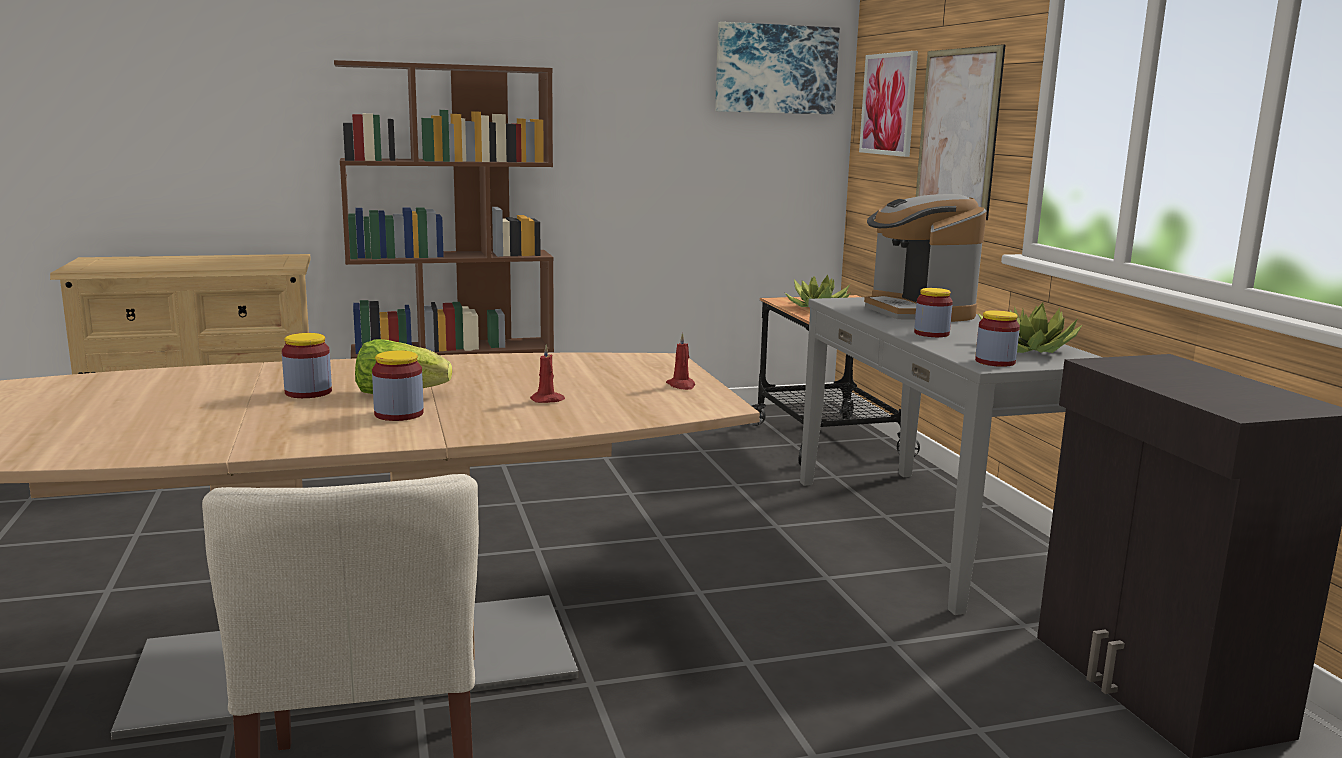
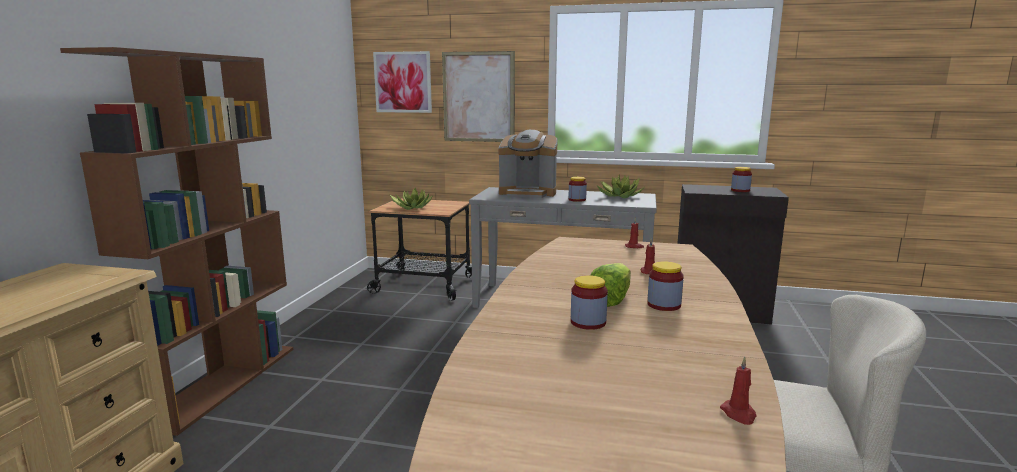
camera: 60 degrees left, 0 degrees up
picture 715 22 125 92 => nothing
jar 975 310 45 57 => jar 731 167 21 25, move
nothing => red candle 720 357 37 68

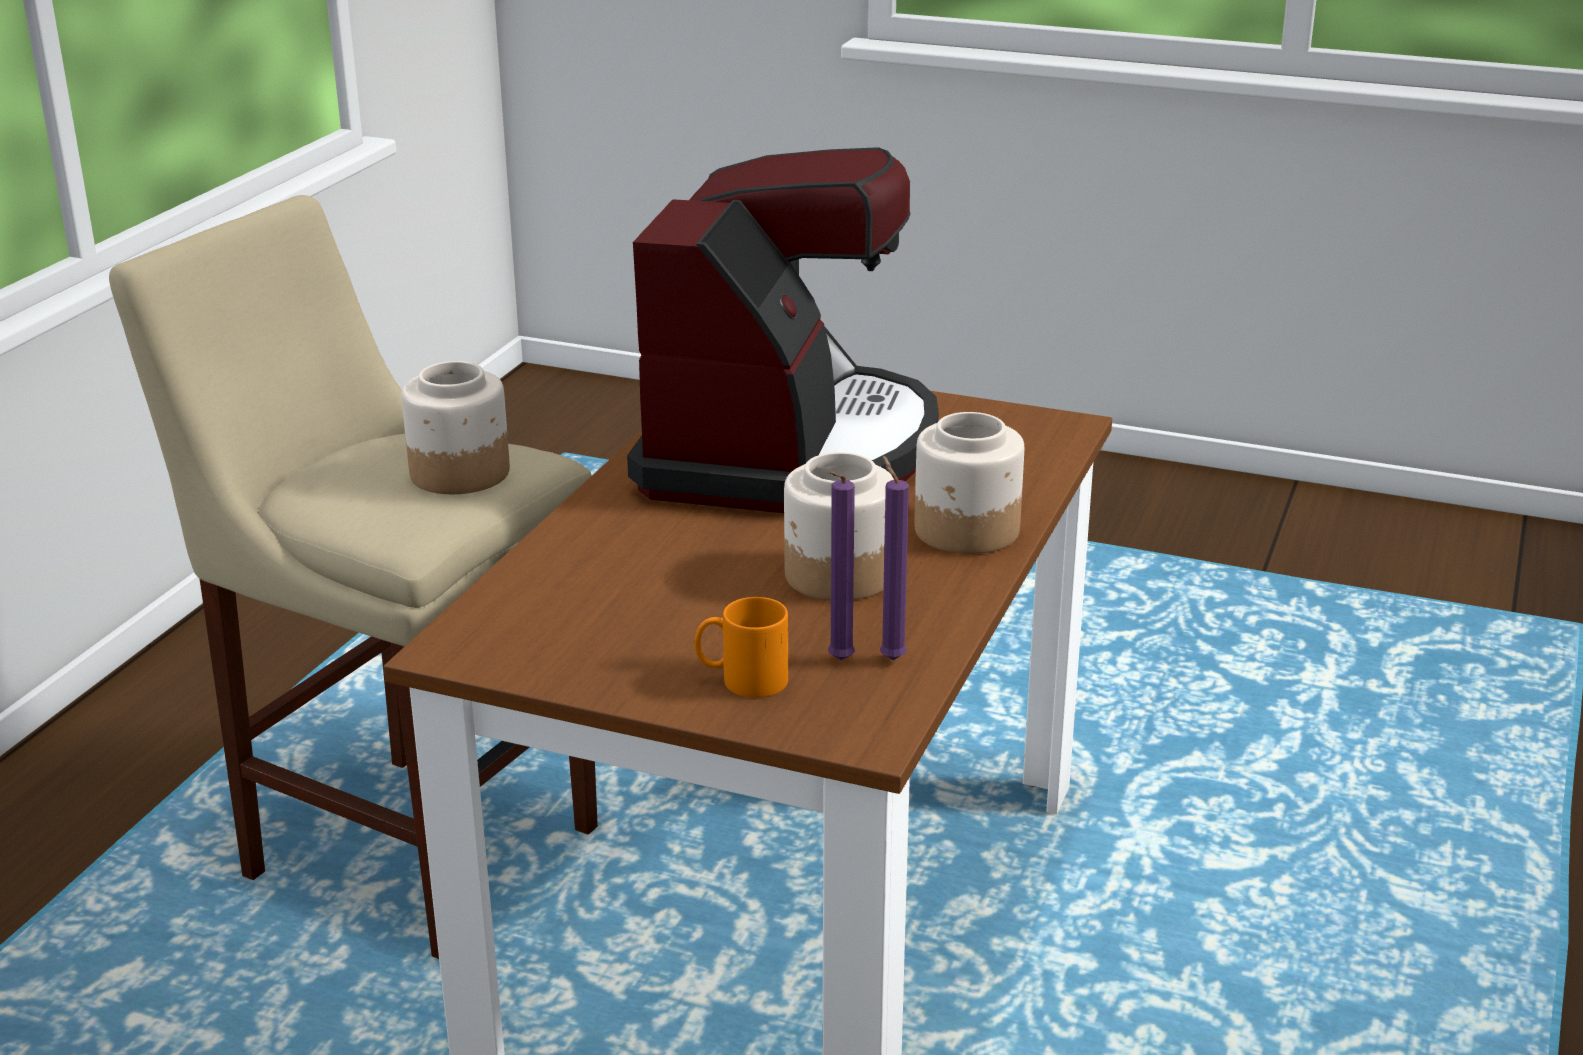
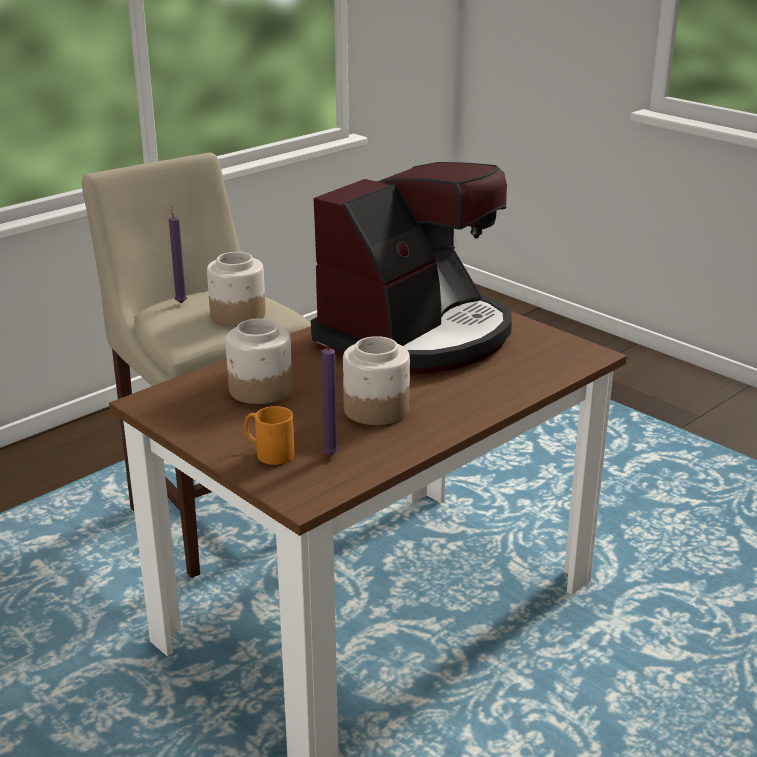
camera: 25 degrees right, 0 degrees up
purple candle 880 455 29 205 => purple candle 169 206 18 97, move
jar 914 412 110 142 => jar 225 319 67 85, move

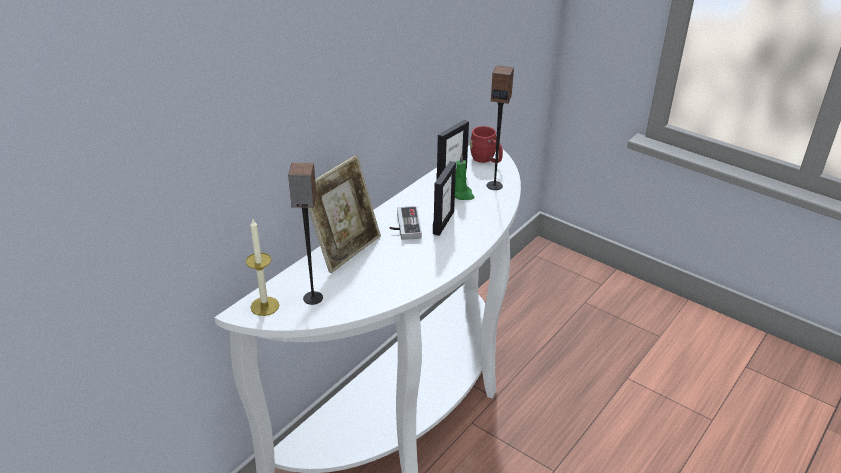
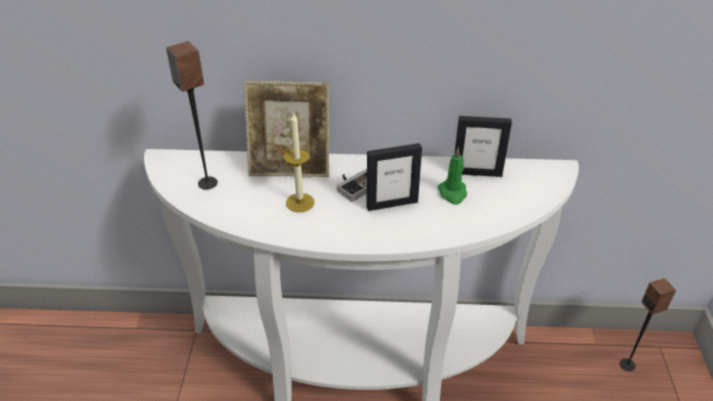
camera: 55 degrees right, 5 degrees up
candle 246 218 33 98 => candle 284 112 31 100, move
red mug 469 126 34 37 => nothing
speaker 487 65 27 125 => speaker 620 278 56 93, move

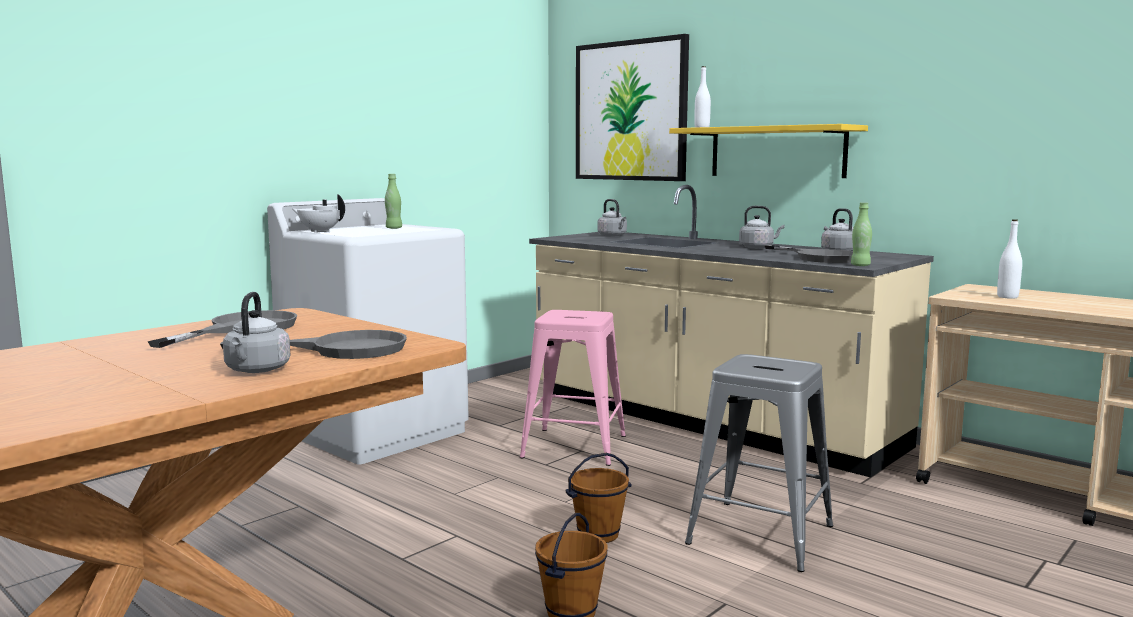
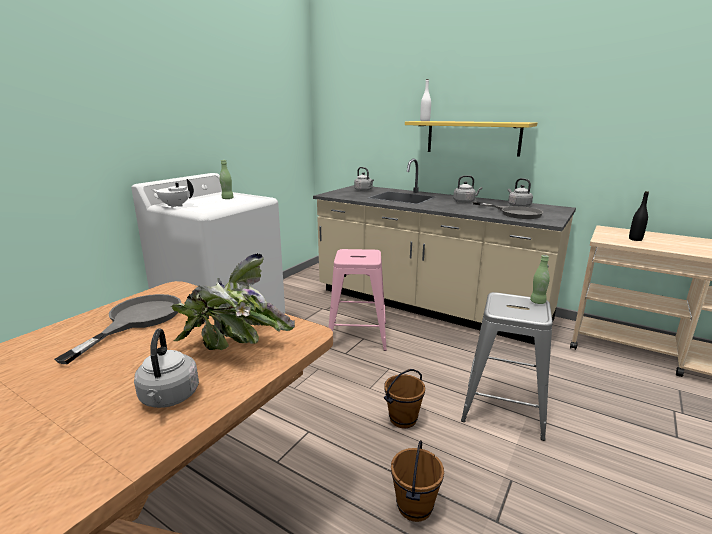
camera: 10 degrees left, 10 degrees up
grey frying pan 220 330 187 29 => potted plant 171 253 124 97
picture 576 34 113 147 => nothing
green bottle 851 202 21 64 => green bottle 530 255 20 49, move
white bottle 997 219 25 80 => black bottle 629 191 20 50

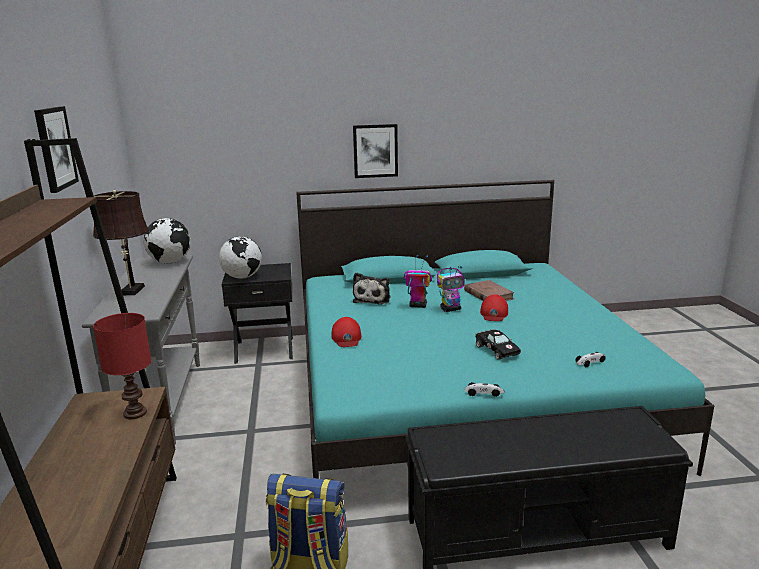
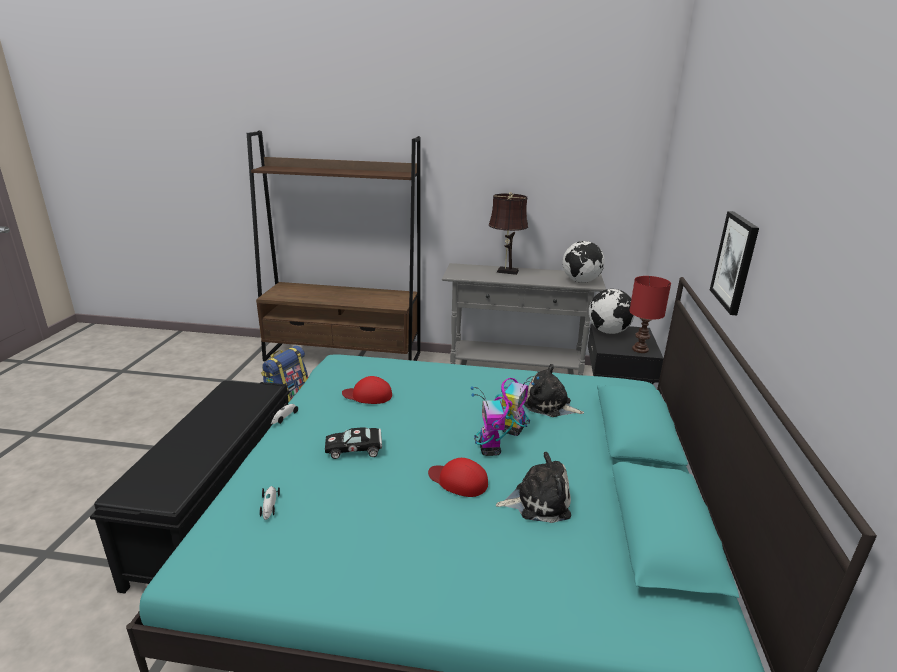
camera: 105 degrees right, 5 degrees up
picture 34 106 45 87 => nothing
red table lamp 93 313 58 106 => red table lamp 629 276 42 77, move
red cap 331 317 31 30 => red cap 342 376 50 28, move
brown book 464 280 50 21 => plush toy 496 452 75 71

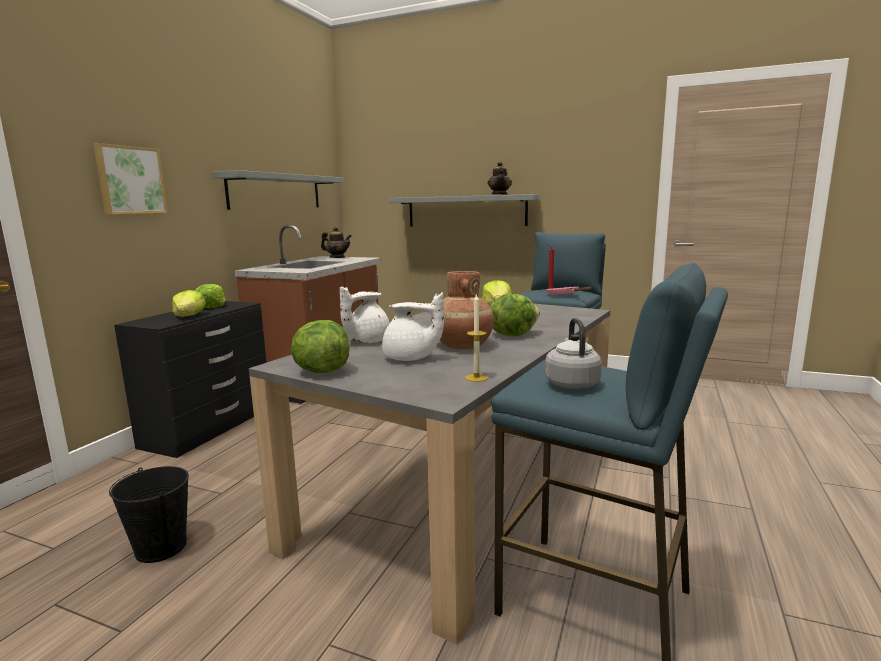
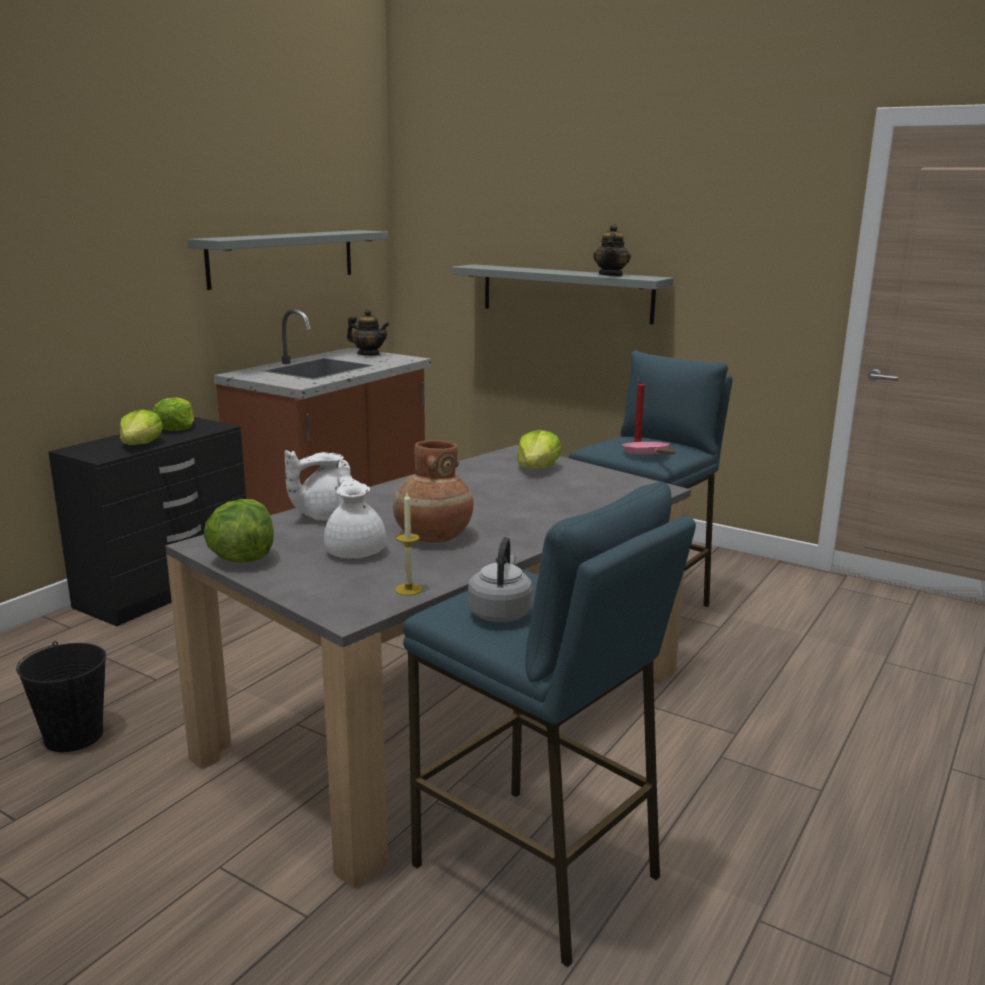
camera: 10 degrees right, 5 degrees up
picture 93 143 75 72 => nothing
white teapot 382 292 62 69 => white teapot 324 460 63 99, 135 degrees counterclockwise
lettuce 490 294 50 42 => nothing

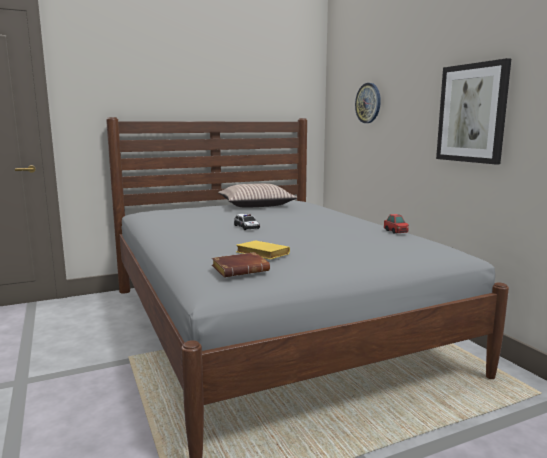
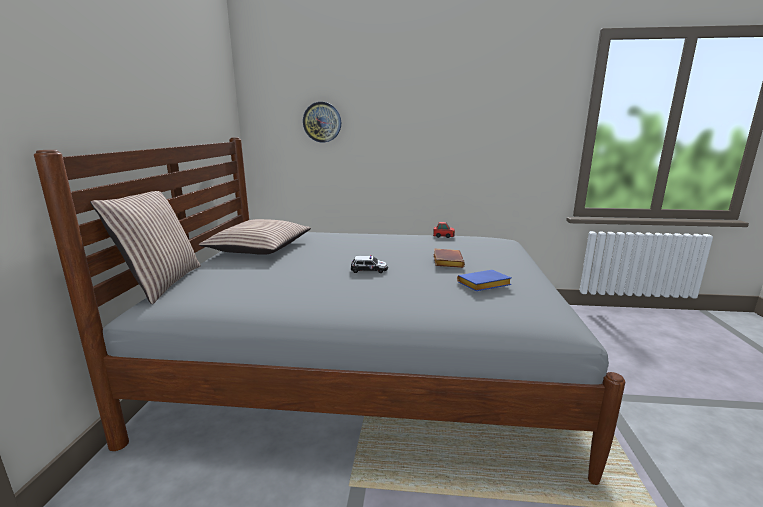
camera: 60 degrees left, 5 degrees up
brown book 212 252 58 25 => brown book 433 248 32 20, move
yellow book 236 240 54 19 => blue book 457 270 54 21
picture 436 58 75 107 => nothing
nothing => pillow 90 191 111 113

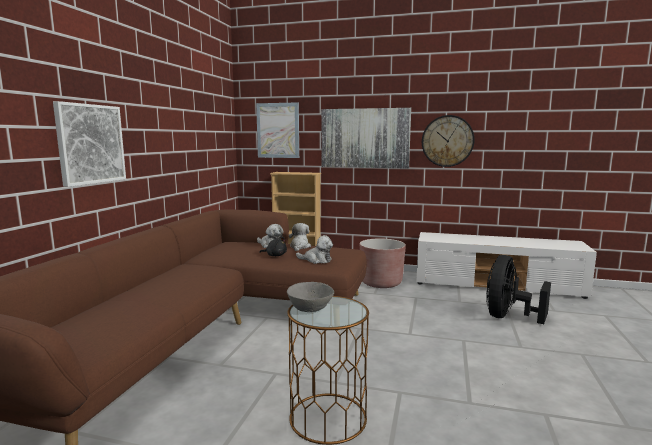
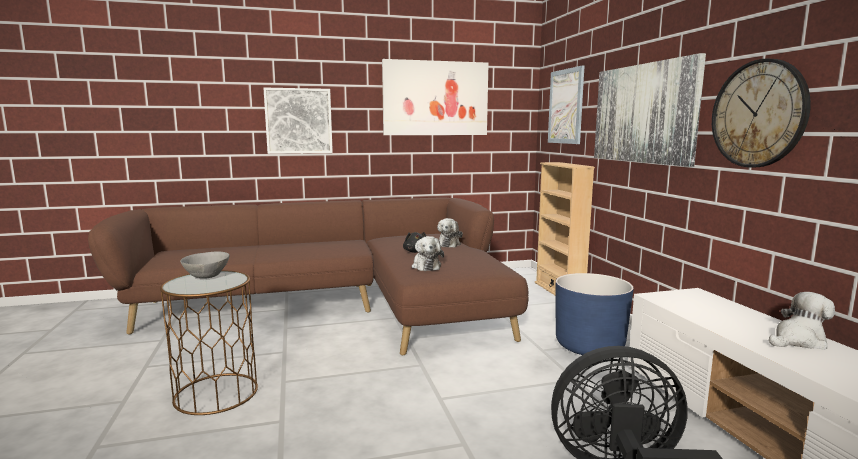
camera: 60 degrees right, 0 degrees up
plush toy 289 223 22 28 => plush toy 769 292 66 58, move
brown planter 360 238 46 50 => blue planter 556 273 78 82
nothing => picture 382 59 107 76

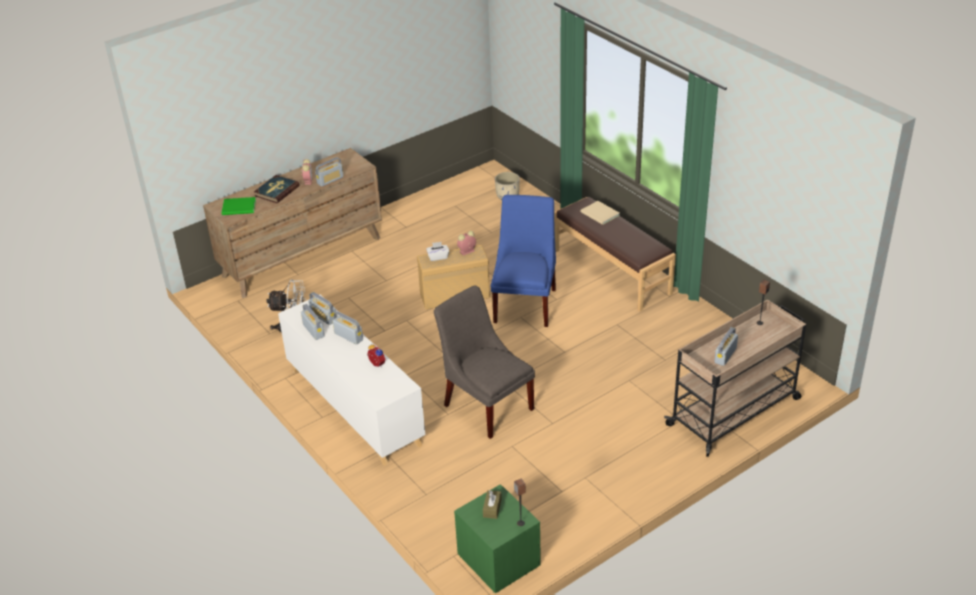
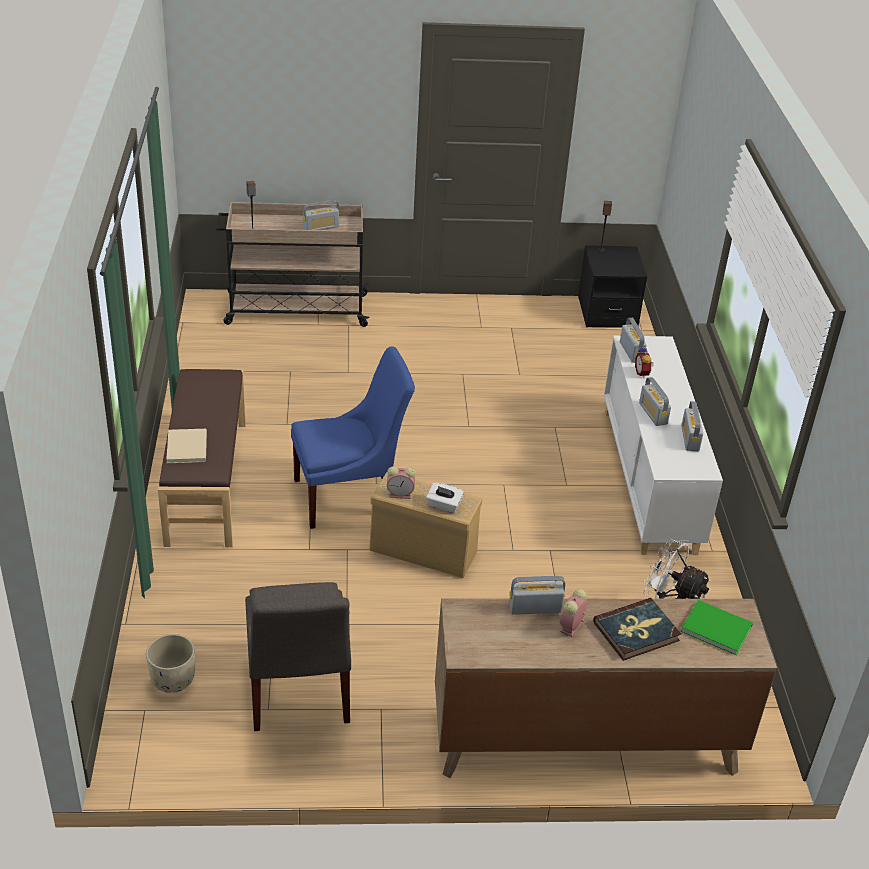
camera: 150 degrees left, 0 degrees up
radio 308 292 28 33 => radio 620 318 27 45, move
grey chair 434 286 101 153 => grey chair 245 582 106 149, move
green nightstand 454 484 87 110 => black nightstand 578 245 69 83
brown tissue box 483 490 19 29 => nothing
blue chair 491 195 65 132 => blue chair 291 347 124 182, 150 degrees counterclockwise

